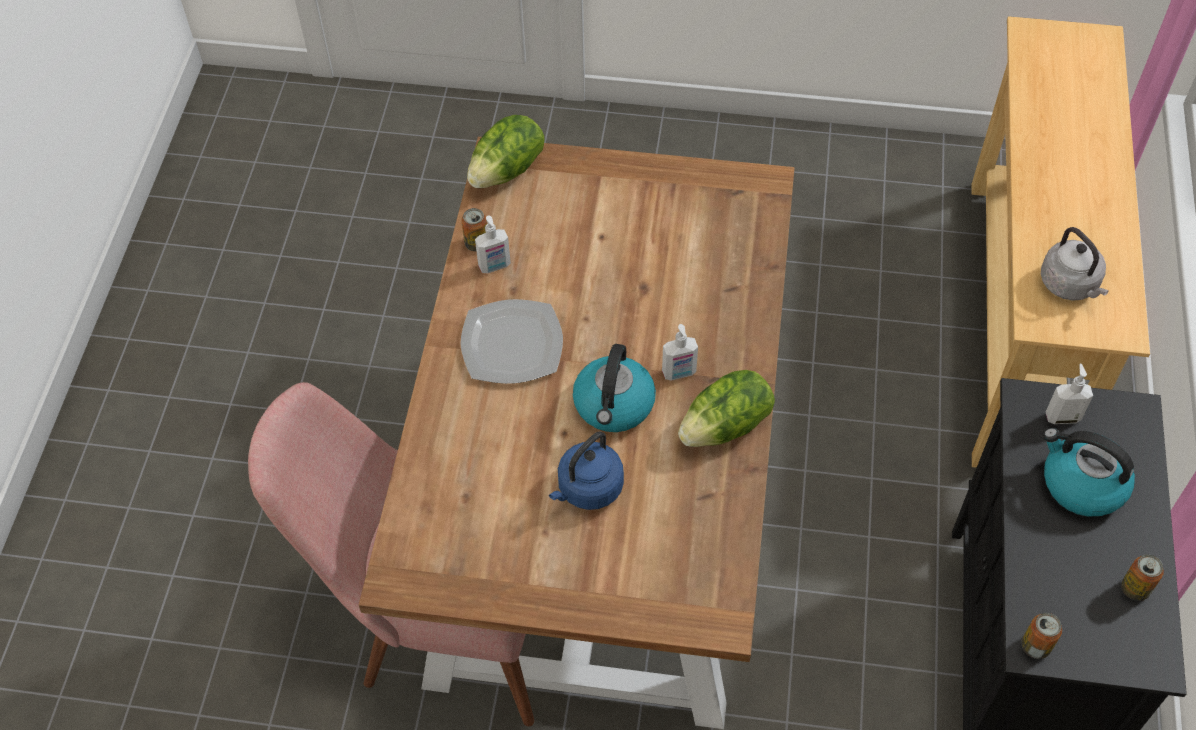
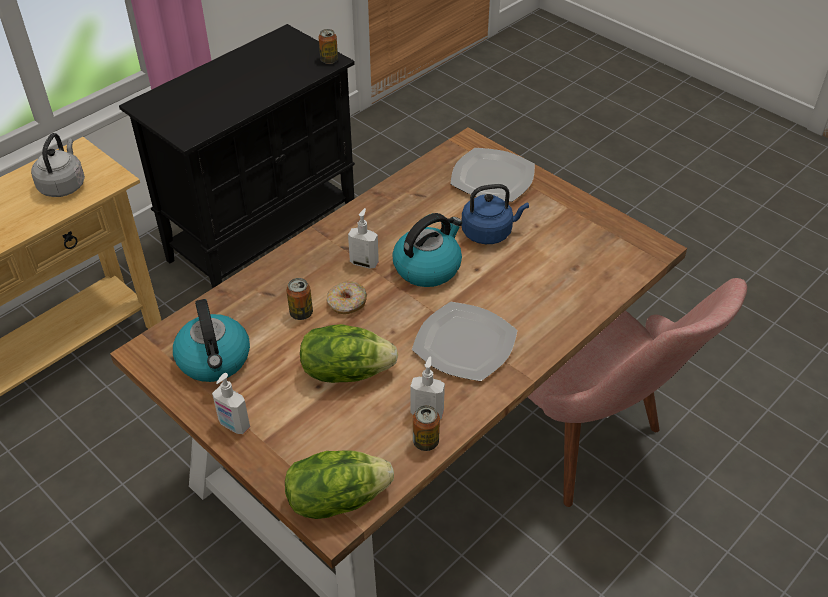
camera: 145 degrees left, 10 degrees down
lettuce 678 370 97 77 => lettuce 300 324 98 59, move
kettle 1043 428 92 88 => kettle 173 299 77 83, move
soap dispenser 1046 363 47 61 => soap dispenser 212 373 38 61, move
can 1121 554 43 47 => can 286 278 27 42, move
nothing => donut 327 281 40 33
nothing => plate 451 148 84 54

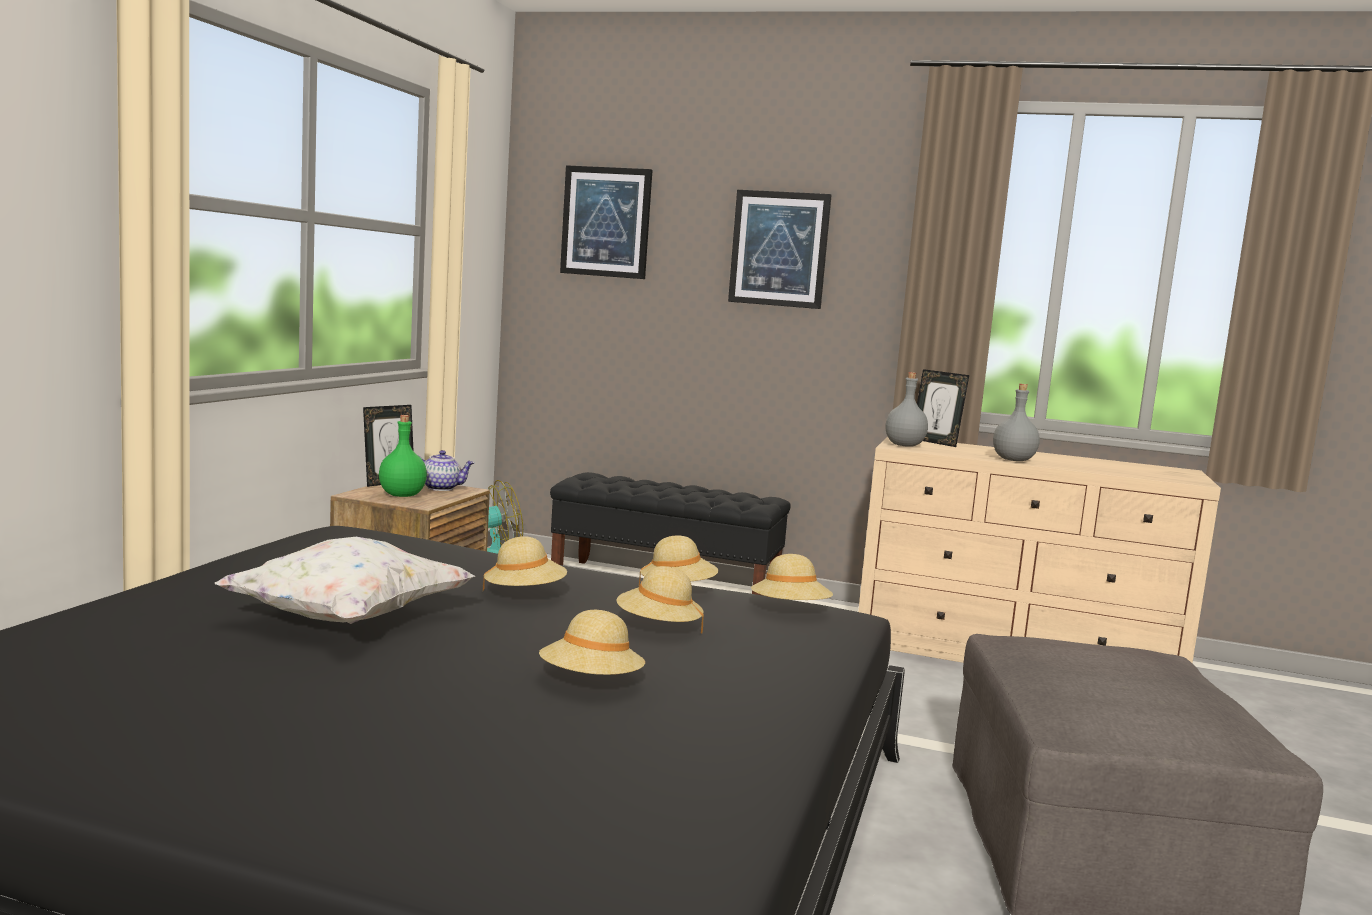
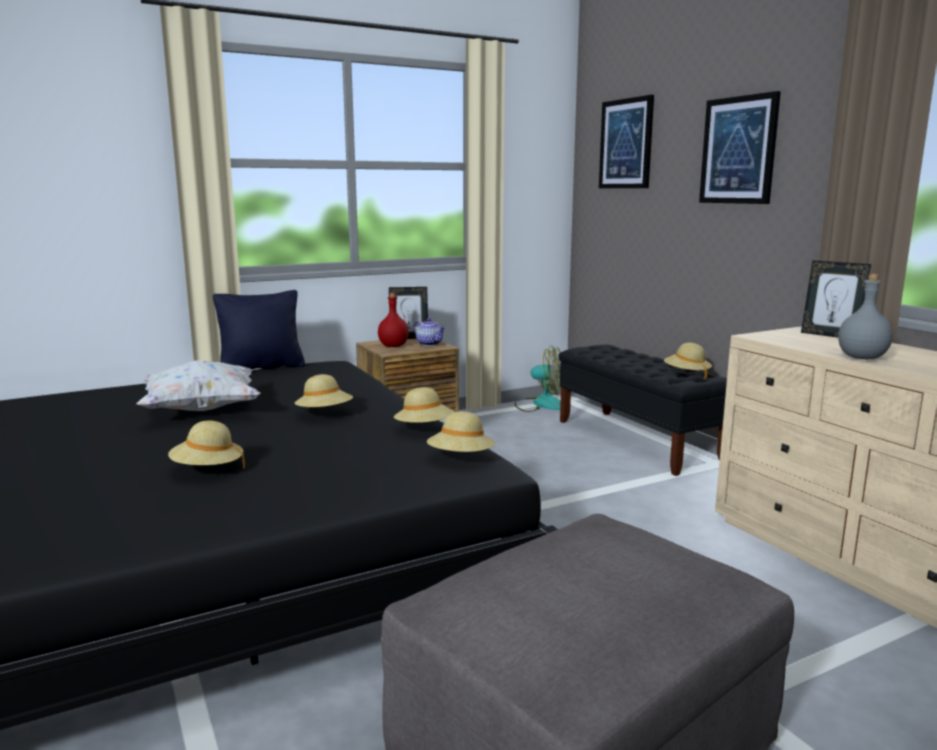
camera: 45 degrees right, 5 degrees up
green bottle 379 415 48 82 => red bottle 378 293 31 54
beige hat 617 566 87 68 => beige hat 664 343 48 36, move
grey bottle 885 372 43 75 => nothing
picture frame 917 369 52 78 => picture frame 801 260 70 78, 45 degrees counterclockwise
nothing => black pillow 213 290 92 79

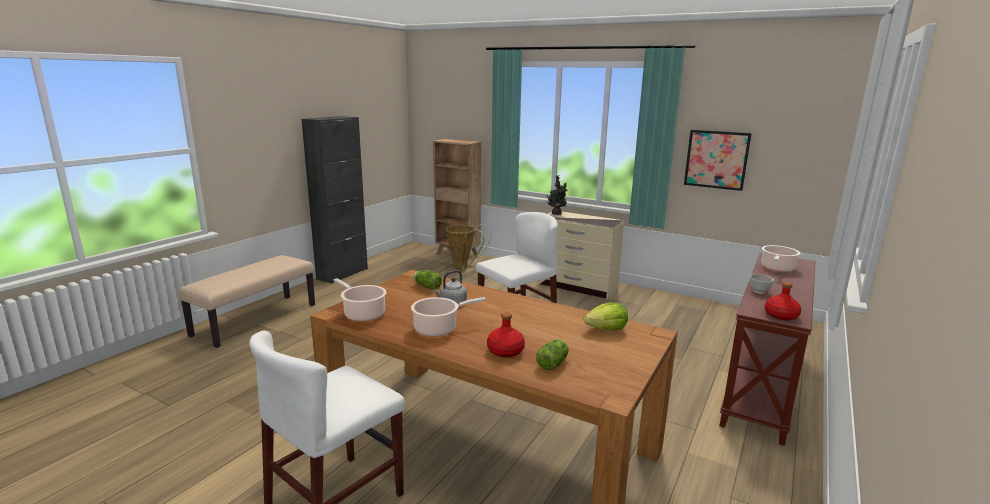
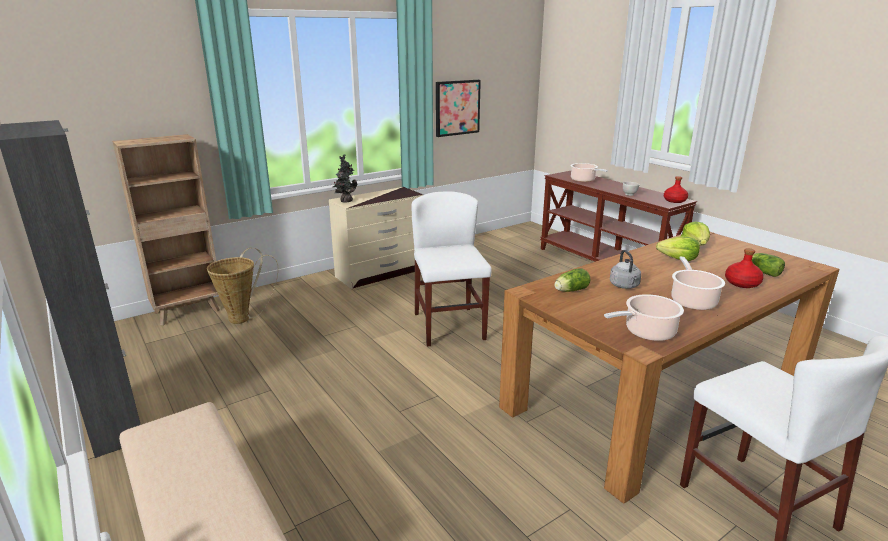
camera: 65 degrees left, 5 degrees up
nothing => lettuce 656 237 44 24

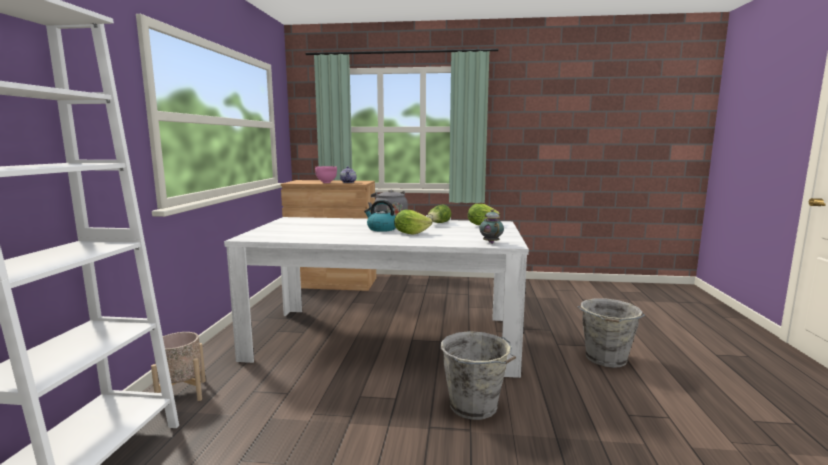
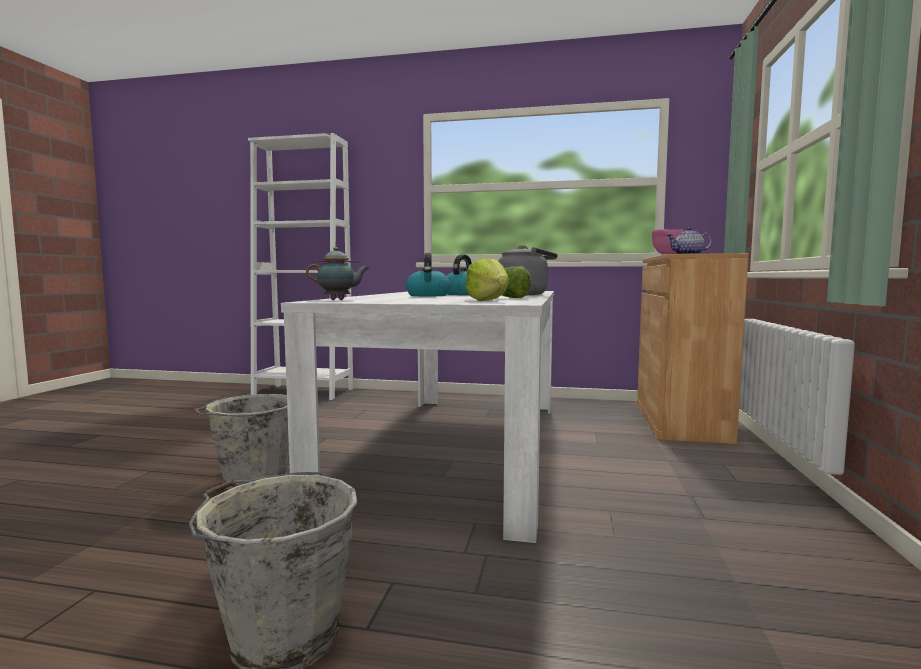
camera: 95 degrees right, 5 degrees down
beige planter 151 332 55 69 => nothing
lettuce 394 210 39 25 => kettle 406 253 45 43

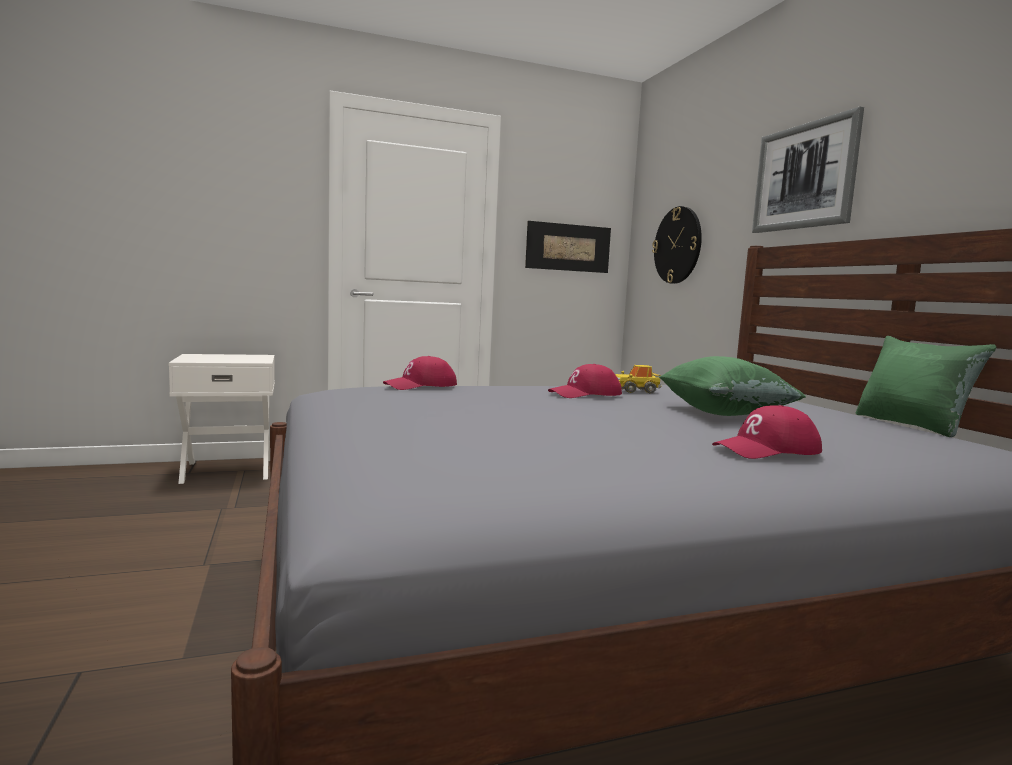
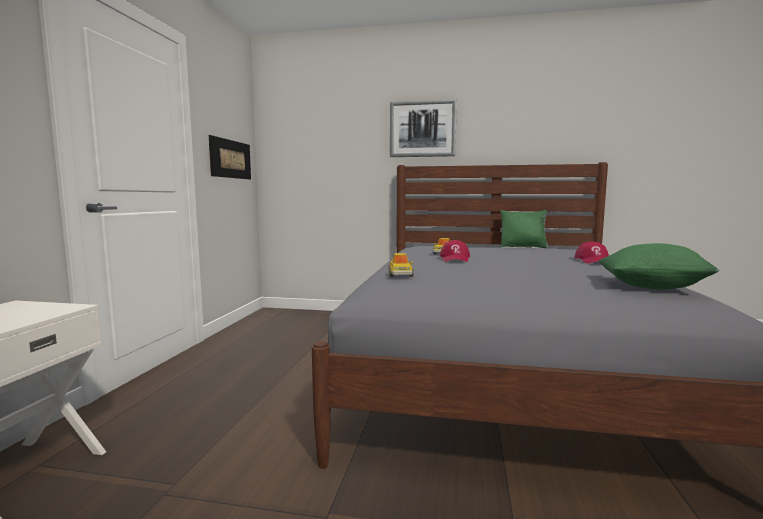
camera: 60 degrees left, 0 degrees up
red cap 383 356 74 34 => toy car 388 253 26 24
wall clock 652 206 50 78 => nothing
green pillow 659 356 147 60 => green pillow 599 243 121 46, move

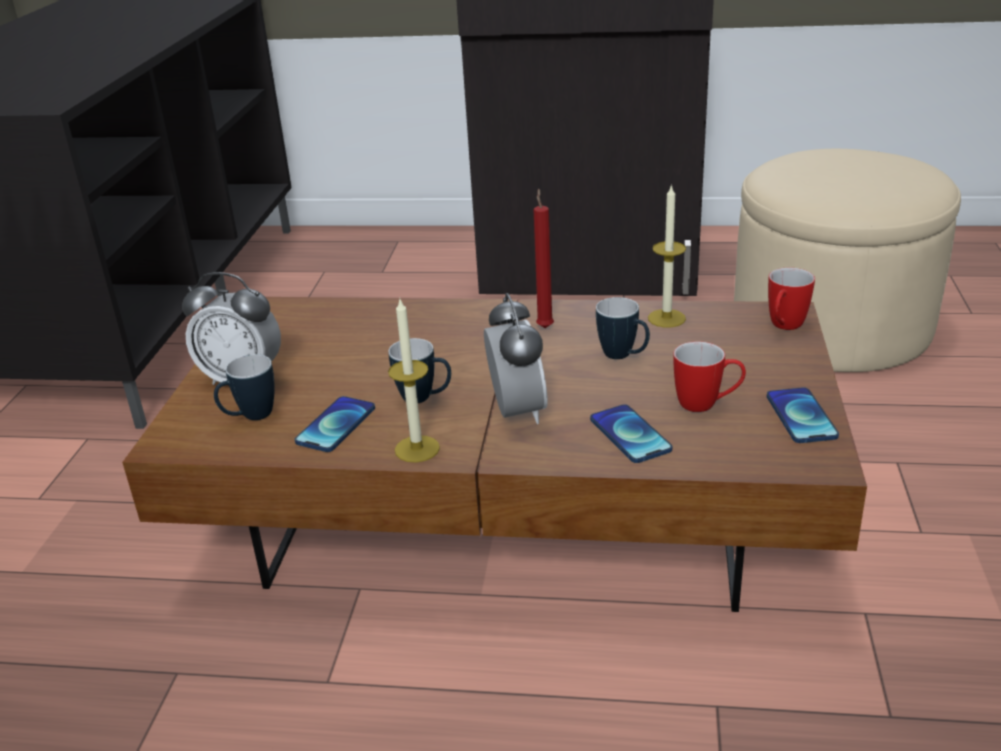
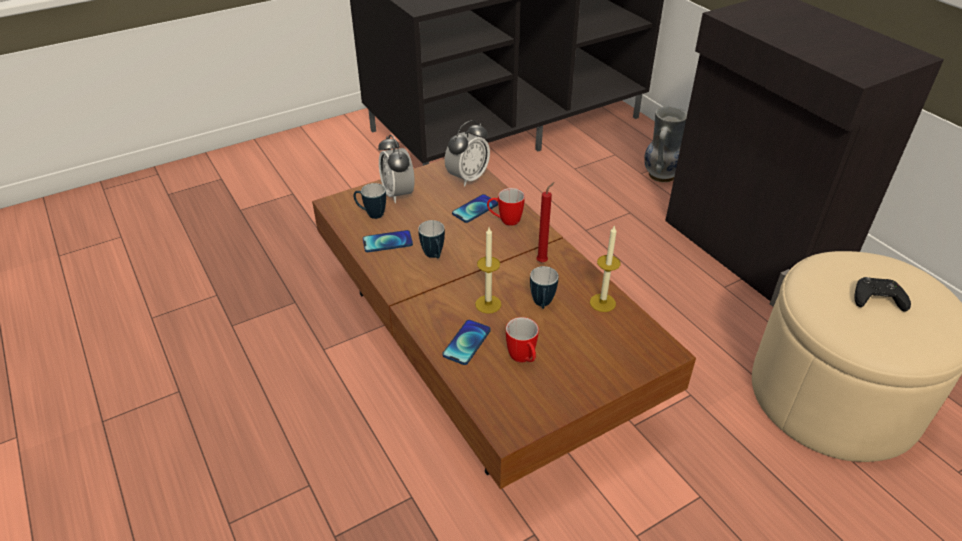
camera: 50 degrees right, 10 degrees up
candle 388 299 52 163 => candle 475 228 26 86, move
alarm clock 484 293 64 131 => alarm clock 445 120 45 66, move
phone 767 387 72 56 => phone 452 194 46 29, move
mug 768 268 47 62 => mug 487 188 38 38, move
nothing => vase 644 106 43 76
nothing => black game controller 855 277 56 35

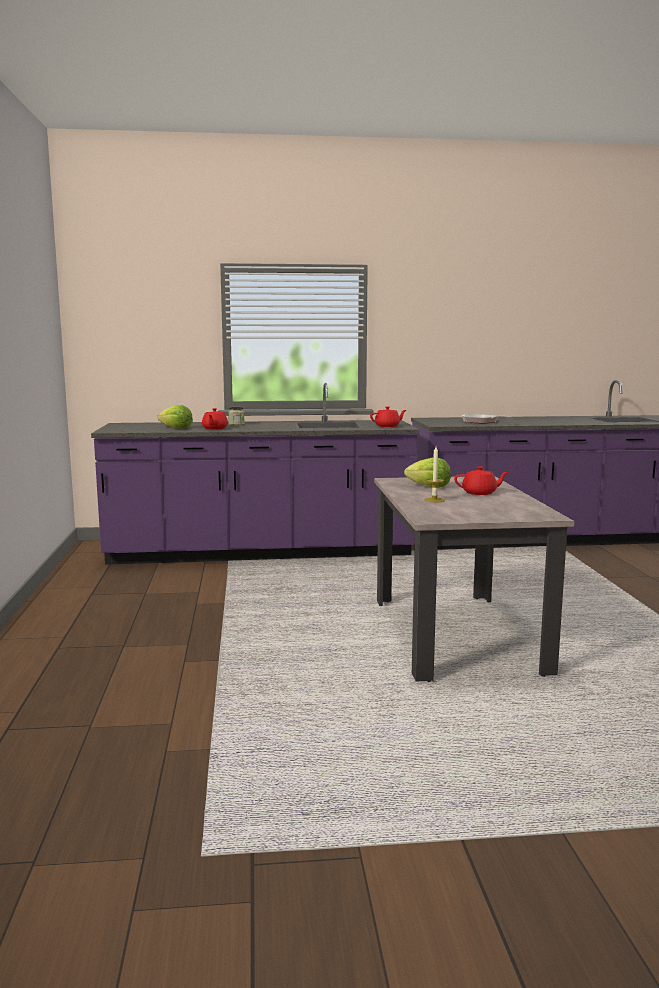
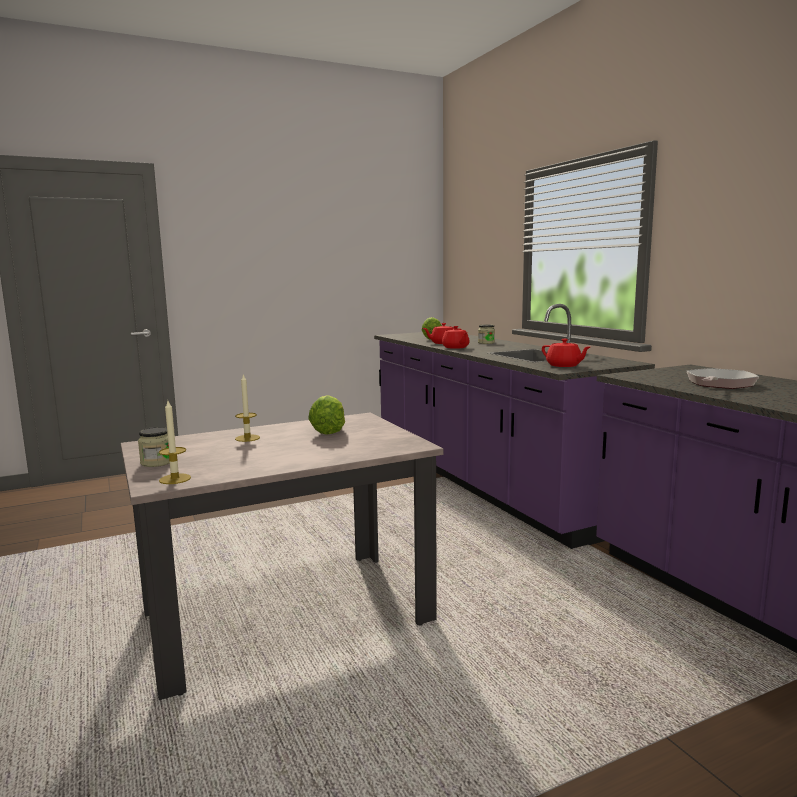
camera: 70 degrees right, 0 degrees up
red teapot 454 466 55 29 => red teapot 442 326 28 23, move
nothing => jar 138 427 32 40
nothing => candle 159 401 32 83

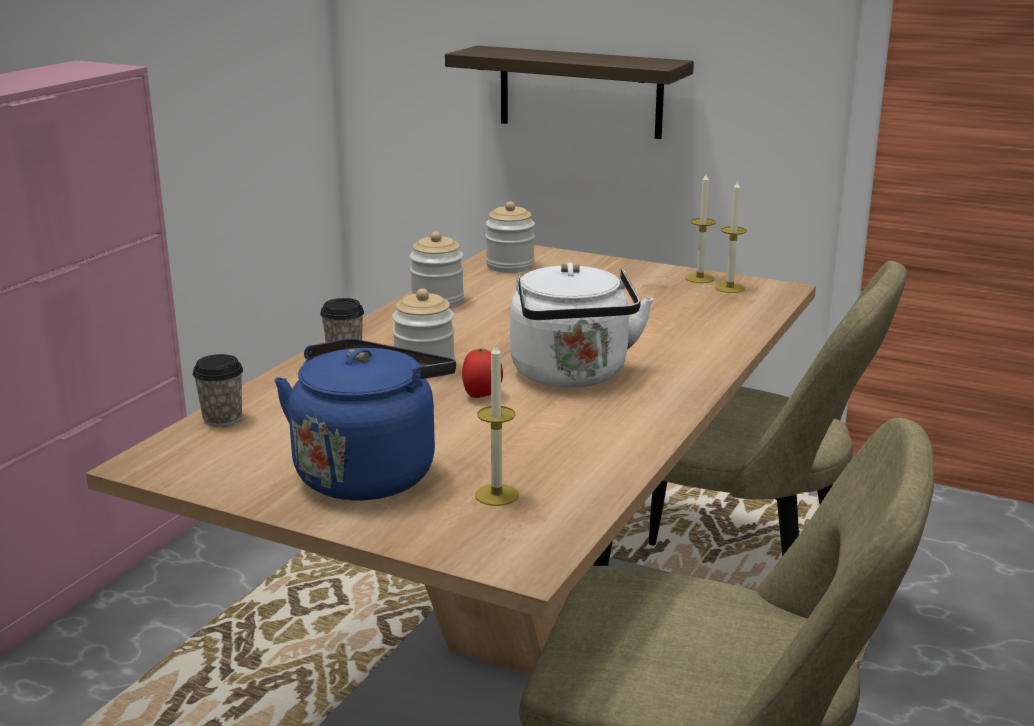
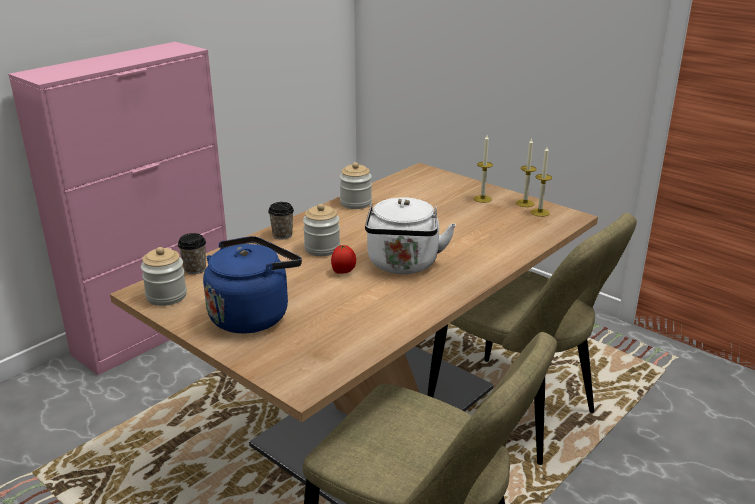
camera: 15 degrees right, 5 degrees up
shelf 445 46 249 93 => nothing
candle 475 341 44 165 => candle 474 135 19 68, move
jar 485 201 50 72 => jar 141 247 46 59, move

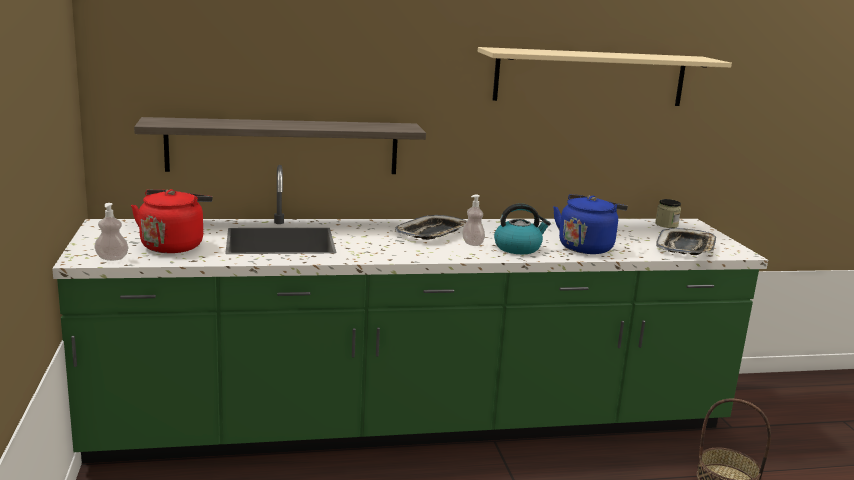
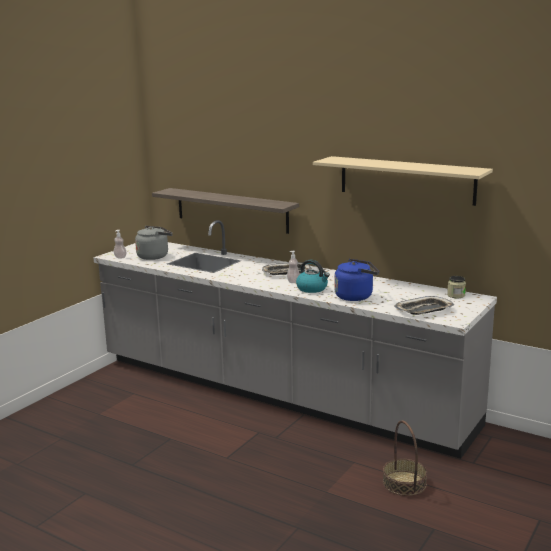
camera: 45 degrees right, 0 degrees up
green counter 52 165 716 299 => grey counter 93 220 404 239
red kettle 131 189 82 64 => grey kettle 135 226 38 34

